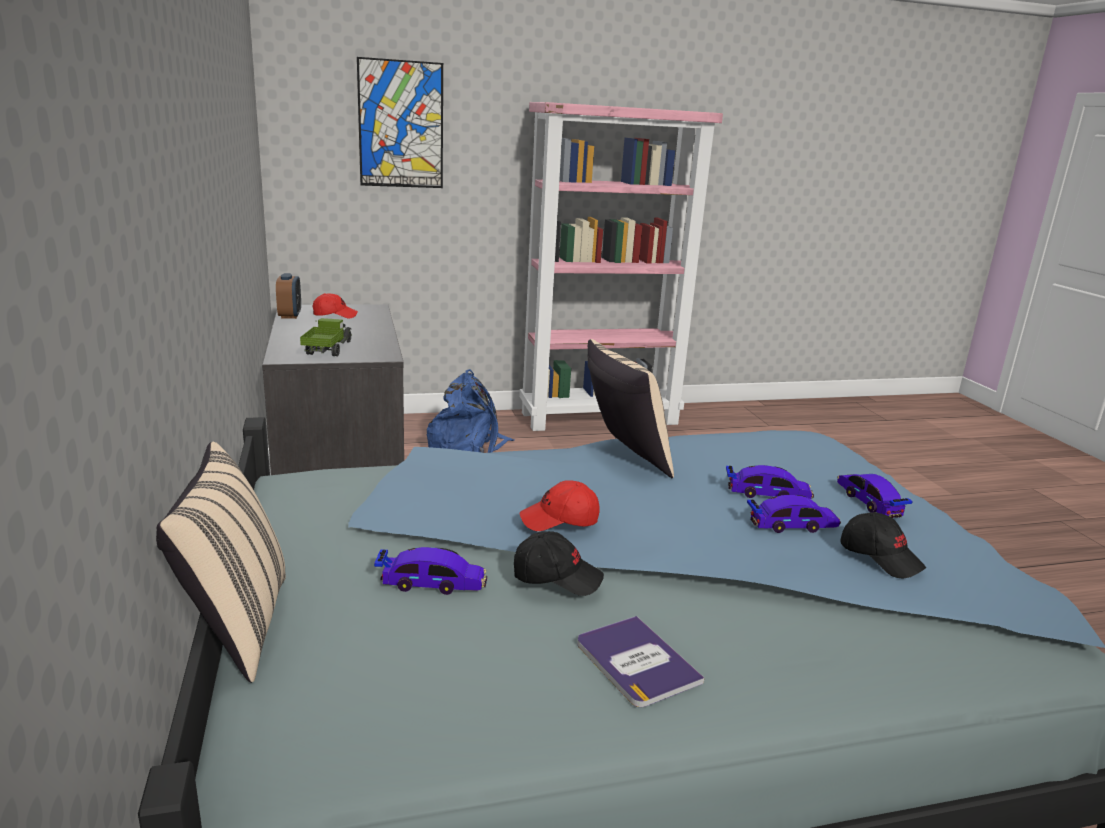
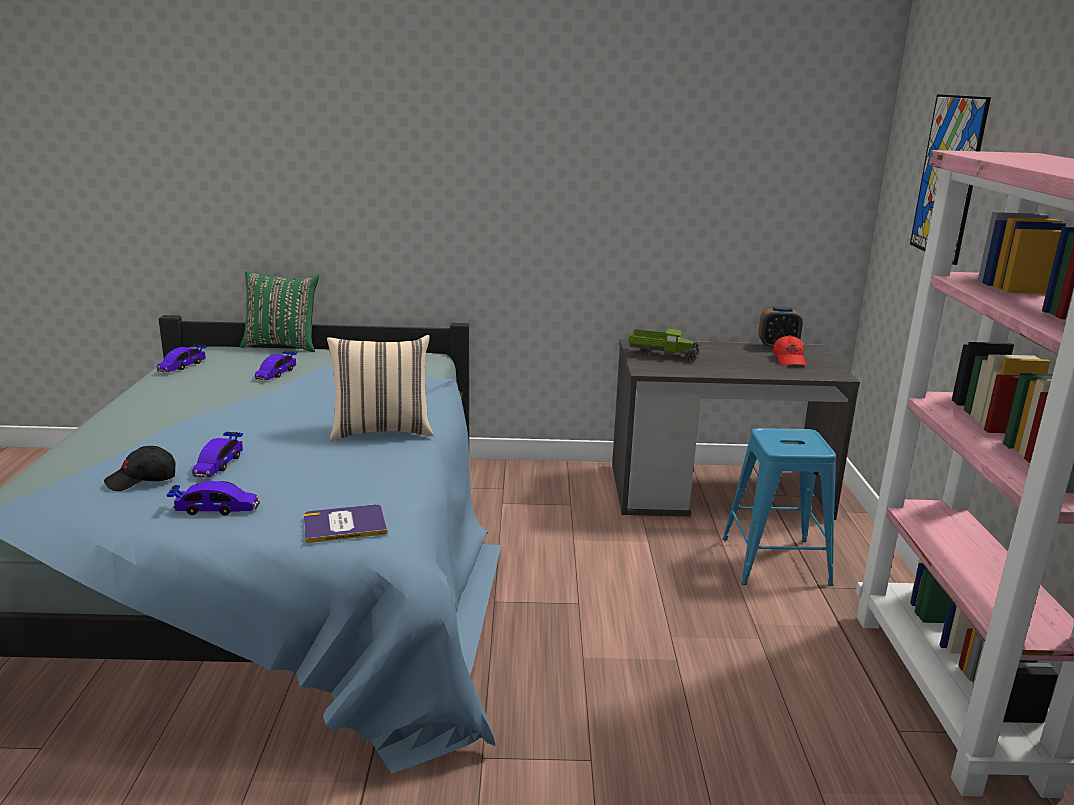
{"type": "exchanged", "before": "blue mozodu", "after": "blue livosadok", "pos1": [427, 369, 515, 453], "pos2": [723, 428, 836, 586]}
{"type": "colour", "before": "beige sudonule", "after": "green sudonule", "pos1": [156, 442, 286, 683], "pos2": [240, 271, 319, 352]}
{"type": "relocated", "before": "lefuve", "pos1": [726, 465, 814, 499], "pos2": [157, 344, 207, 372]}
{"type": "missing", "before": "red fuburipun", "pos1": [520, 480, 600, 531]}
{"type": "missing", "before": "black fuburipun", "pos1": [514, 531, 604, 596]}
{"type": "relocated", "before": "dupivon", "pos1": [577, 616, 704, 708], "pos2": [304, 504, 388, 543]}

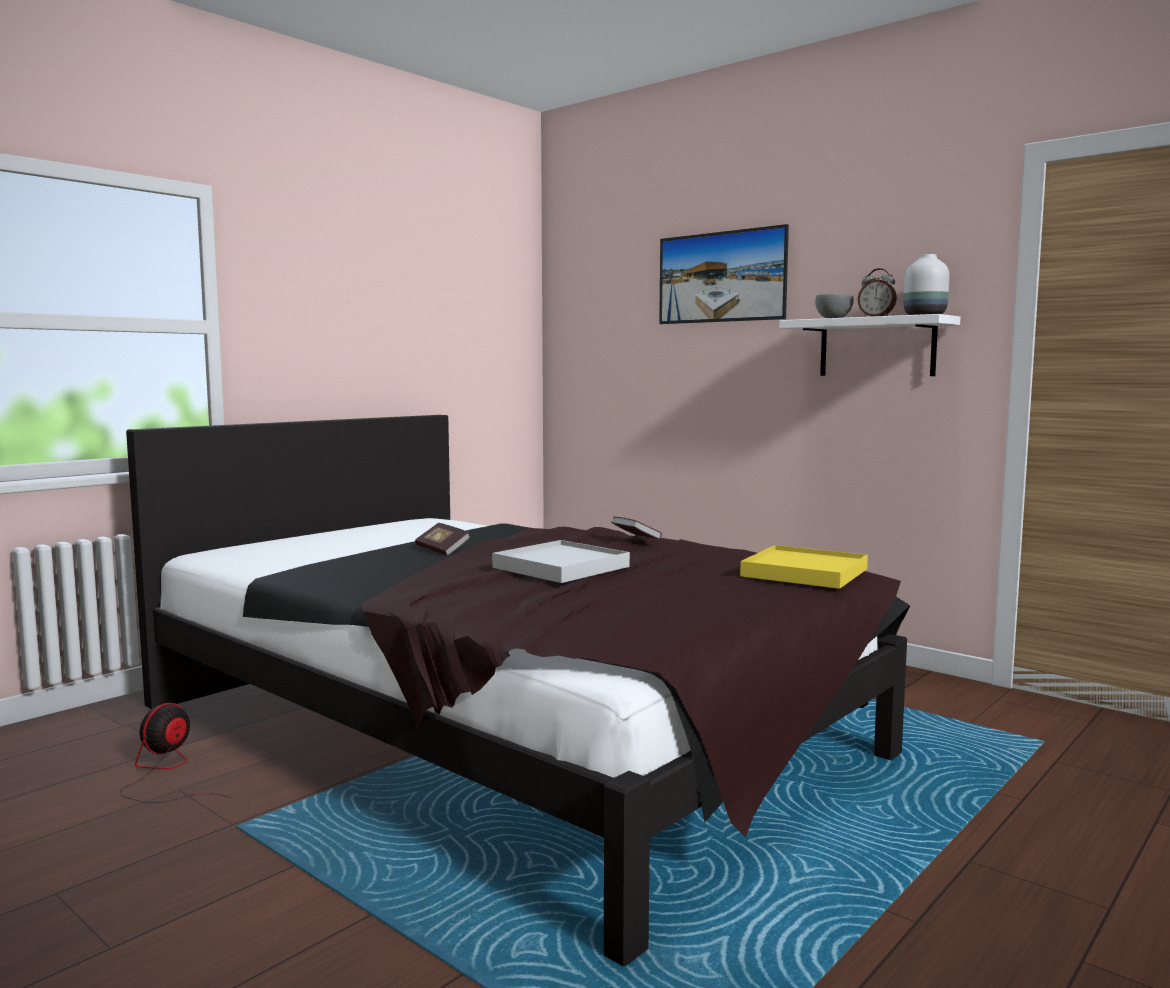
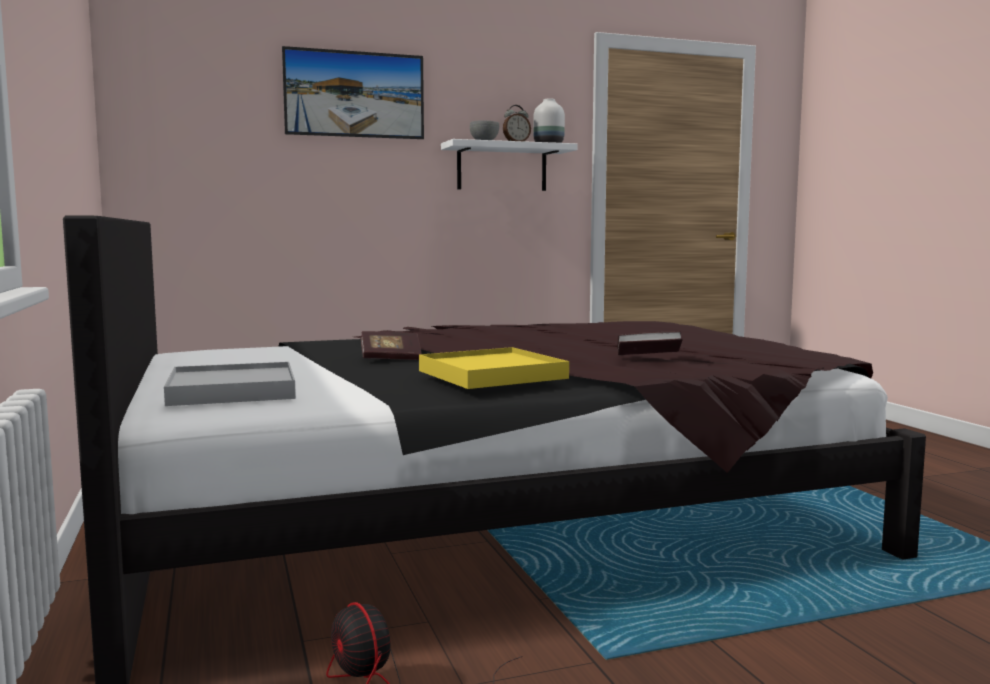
{"type": "relocated", "before": "dupivon", "pos1": [611, 517, 662, 539], "pos2": [617, 331, 683, 355]}
{"type": "relocated", "before": "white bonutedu", "pos1": [492, 540, 630, 583], "pos2": [164, 362, 296, 406]}
{"type": "relocated", "before": "yellow bonutedu", "pos1": [740, 545, 868, 589], "pos2": [419, 347, 569, 389]}

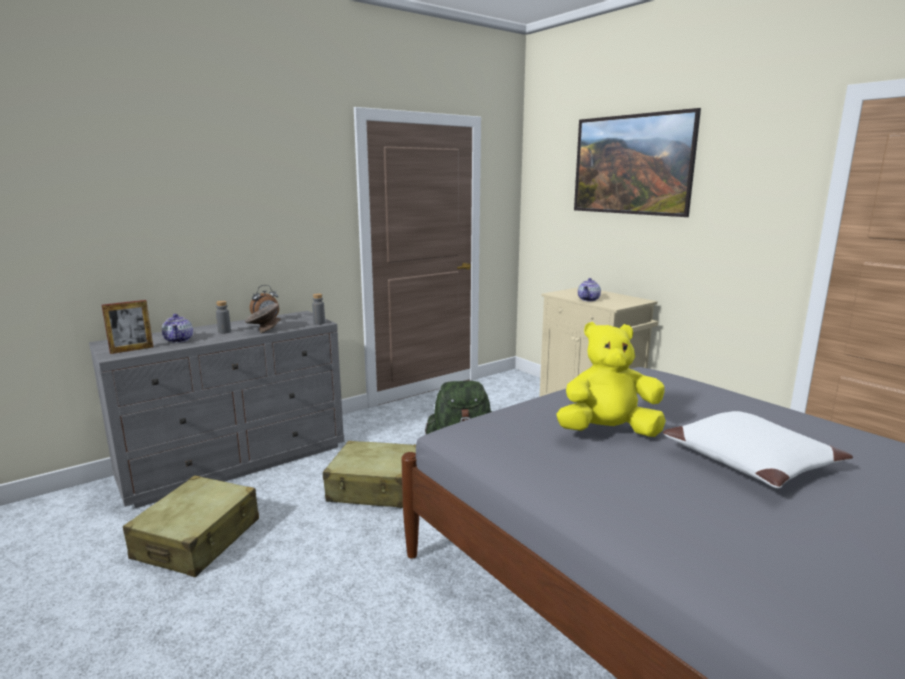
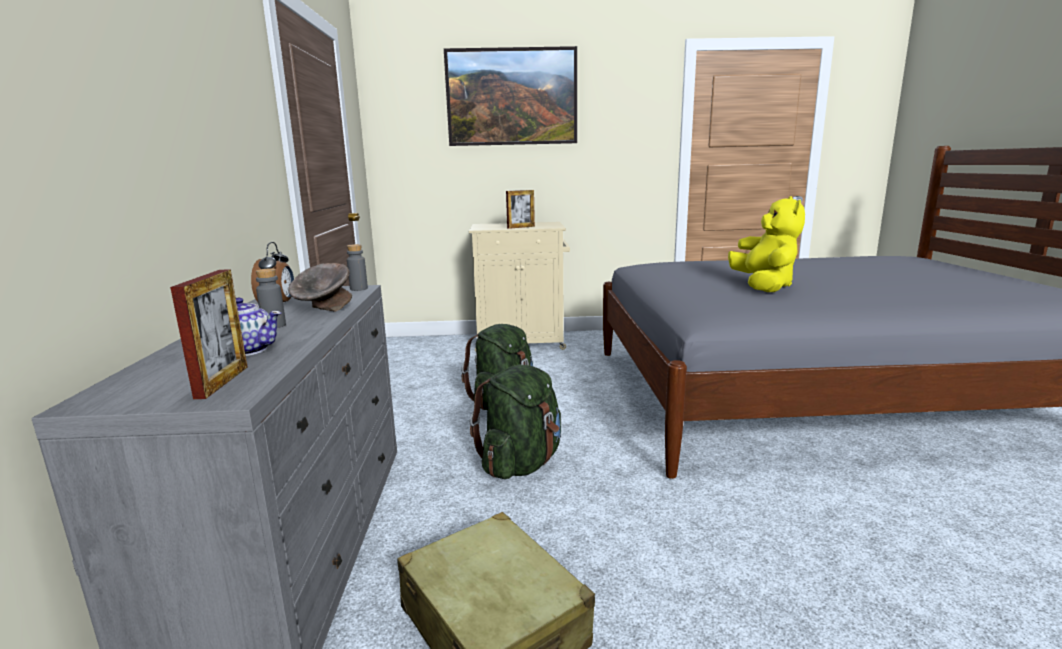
{"type": "exchanged", "before": "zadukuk", "after": "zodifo", "pos1": [578, 278, 601, 301], "pos2": [506, 190, 535, 229]}
{"type": "spun", "before": "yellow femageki", "pos1": [557, 322, 666, 437], "pos2": [728, 196, 805, 292], "turn": 150}
{"type": "missing", "before": "white sudonule", "pos1": [663, 411, 853, 489]}
{"type": "exchanged", "before": "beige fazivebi", "after": "green mozodu", "pos1": [323, 441, 416, 508], "pos2": [470, 365, 561, 479]}

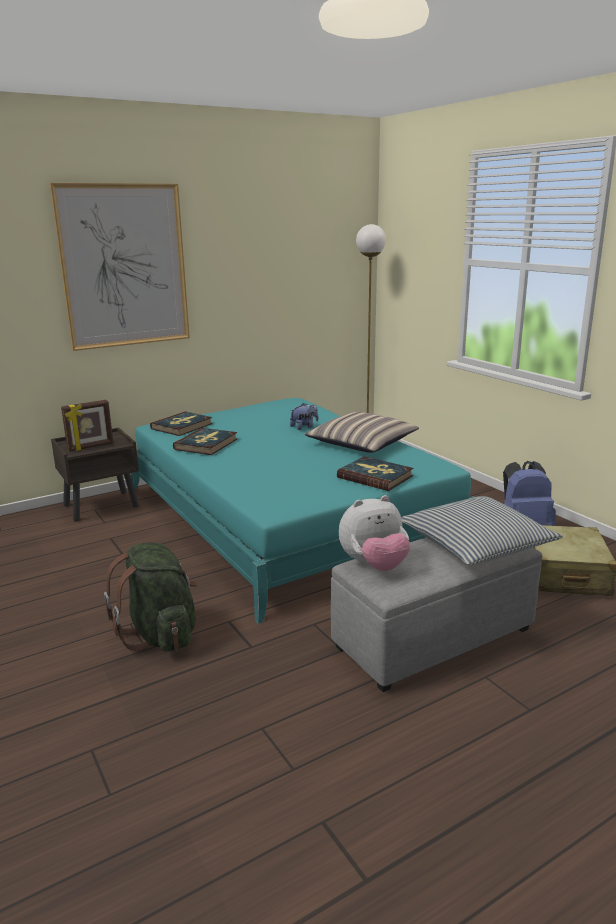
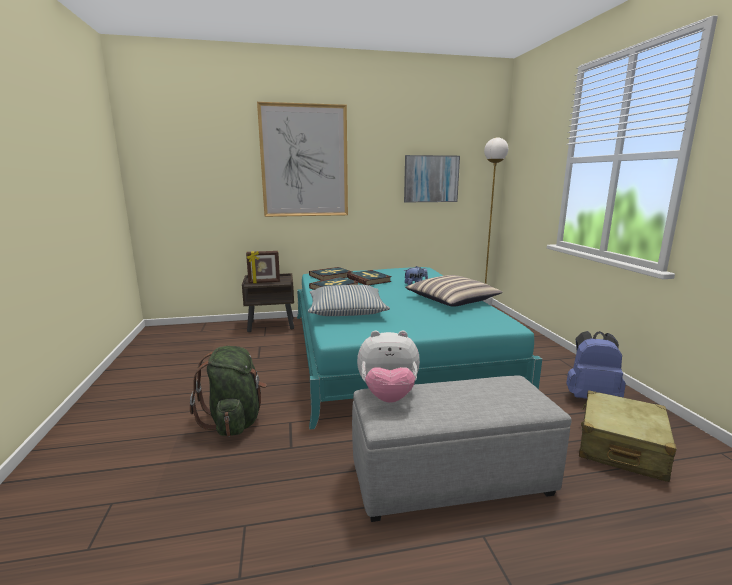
{"type": "relocated", "before": "dupivon", "pos1": [337, 456, 413, 491], "pos2": [347, 270, 392, 285]}
{"type": "relocated", "before": "sudonule", "pos1": [401, 496, 563, 565], "pos2": [308, 285, 390, 316]}
{"type": "appeared", "after": "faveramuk", "pos2": [404, 155, 460, 202]}

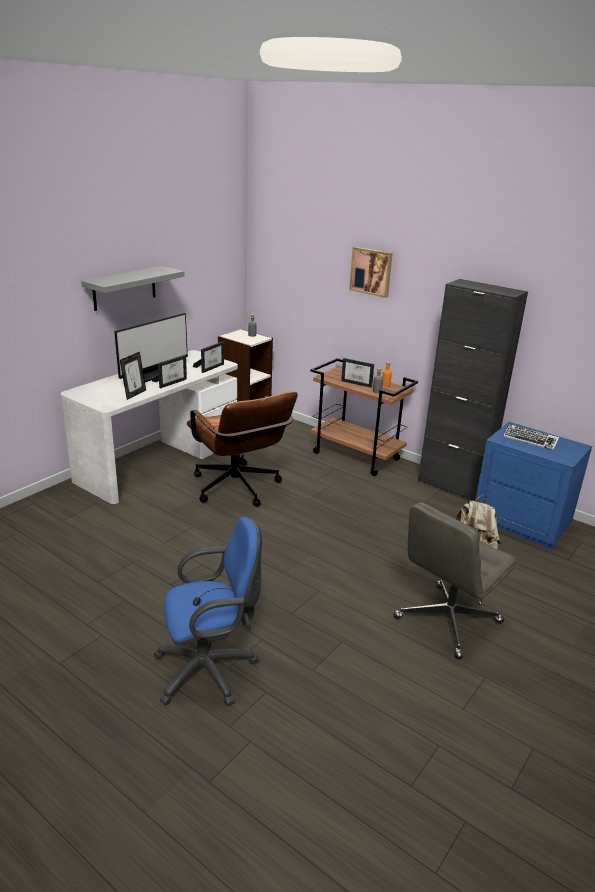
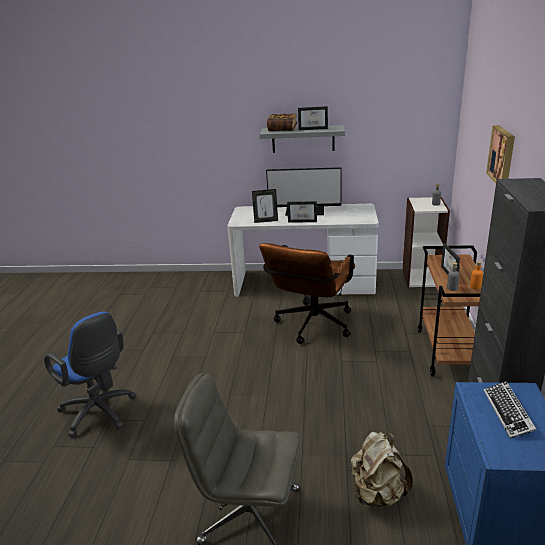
{"type": "relocated", "before": "zodifo", "pos1": [193, 341, 224, 373], "pos2": [298, 106, 328, 130]}
{"type": "appeared", "after": "dupivon", "pos2": [267, 114, 297, 131]}

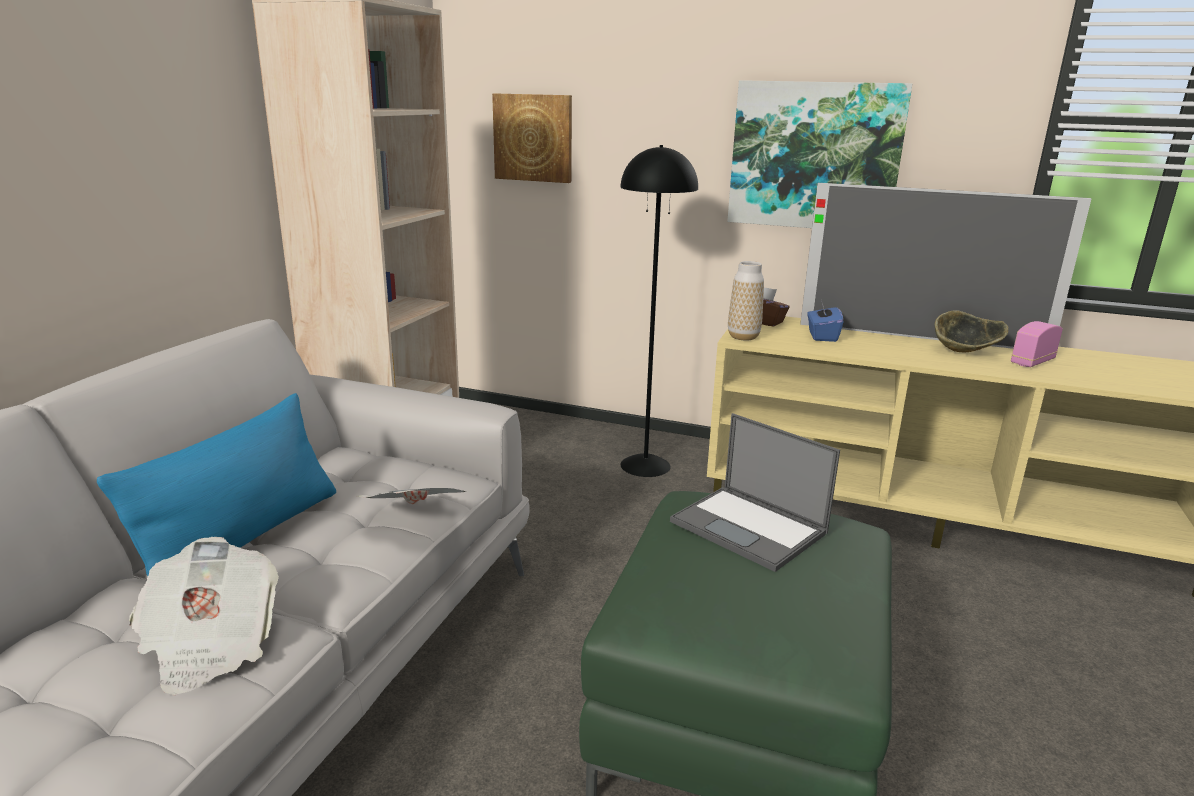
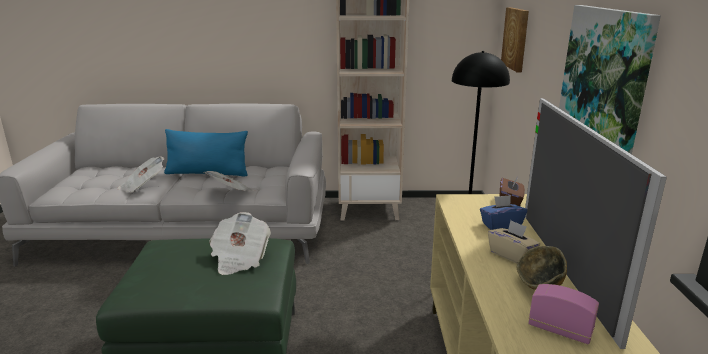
{"type": "missing", "before": "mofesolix", "pos1": [728, 261, 764, 340]}
{"type": "exchanged", "before": "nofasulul", "after": "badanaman", "pos1": [670, 413, 840, 572], "pos2": [209, 212, 271, 275]}
{"type": "appeared", "after": "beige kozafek", "pos2": [488, 220, 540, 264]}

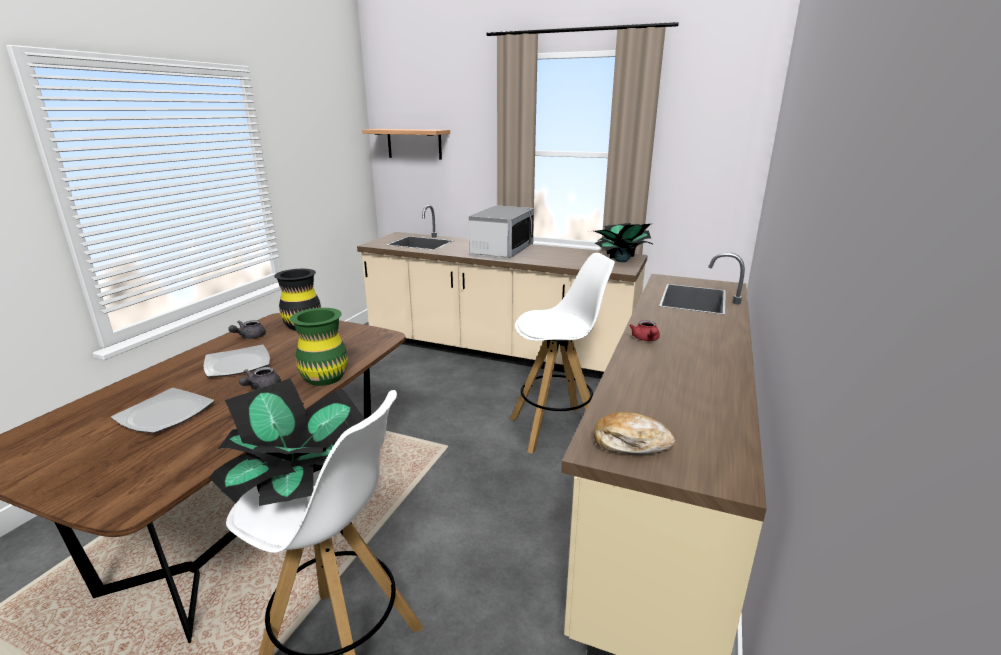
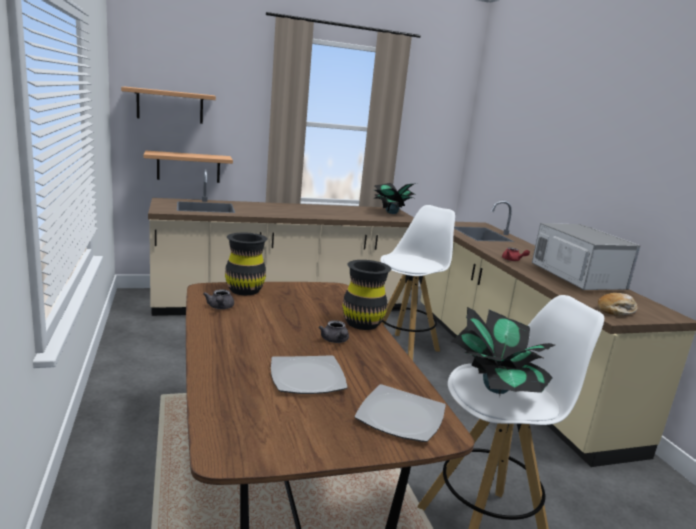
{"type": "relocated", "before": "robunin", "pos1": [468, 205, 534, 258], "pos2": [532, 223, 641, 290]}
{"type": "colour", "before": "green mofesolix", "after": "black mofesolix", "pos1": [290, 308, 348, 386], "pos2": [342, 260, 391, 330]}
{"type": "relocated", "before": "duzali", "pos1": [204, 344, 270, 377], "pos2": [355, 384, 446, 442]}
{"type": "appeared", "after": "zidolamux", "pos2": [144, 151, 233, 183]}

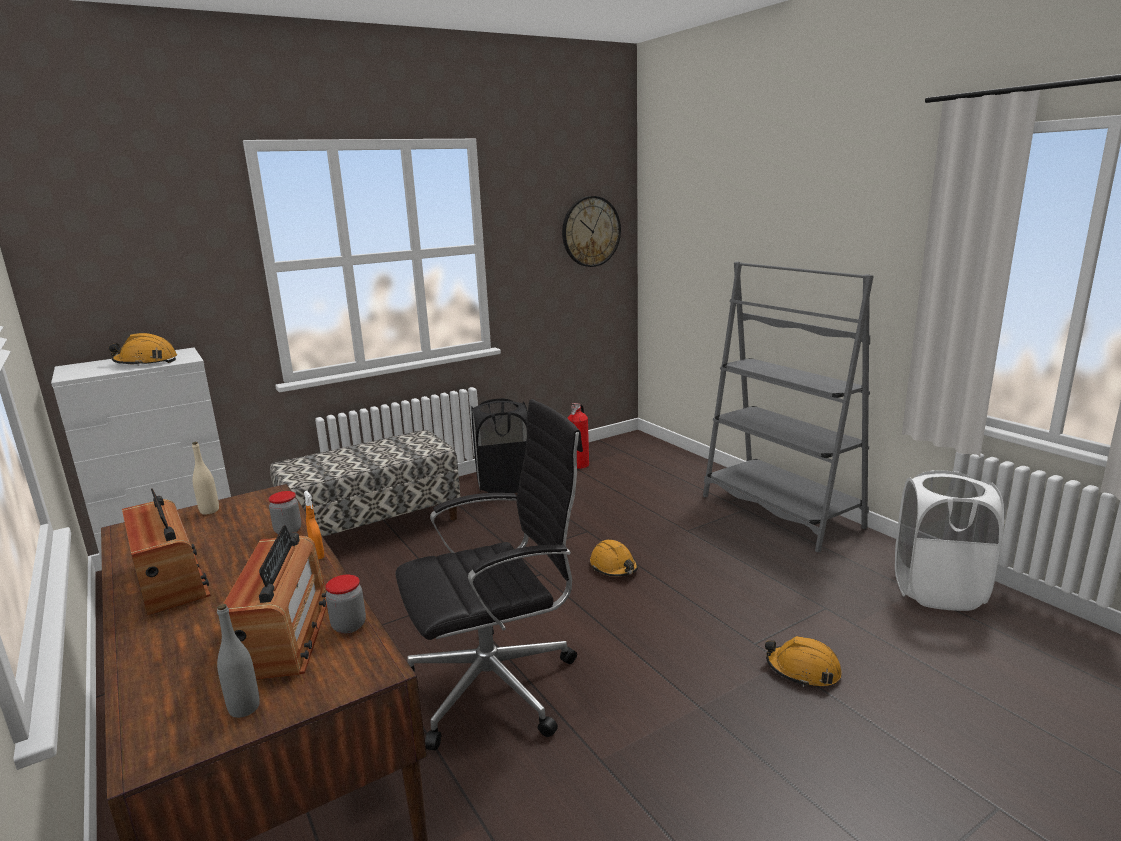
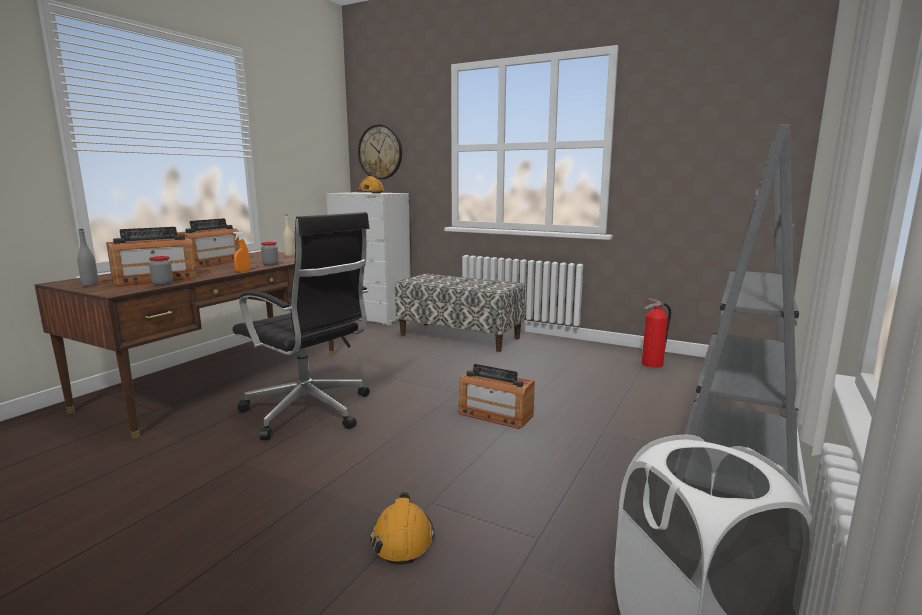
{"type": "relocated", "before": "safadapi", "pos1": [562, 196, 621, 267], "pos2": [358, 125, 402, 179]}
{"type": "missing", "before": "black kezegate", "pos1": [472, 398, 528, 493]}
{"type": "exchanged", "before": "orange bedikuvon", "after": "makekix", "pos1": [590, 540, 638, 576], "pos2": [458, 364, 535, 429]}

